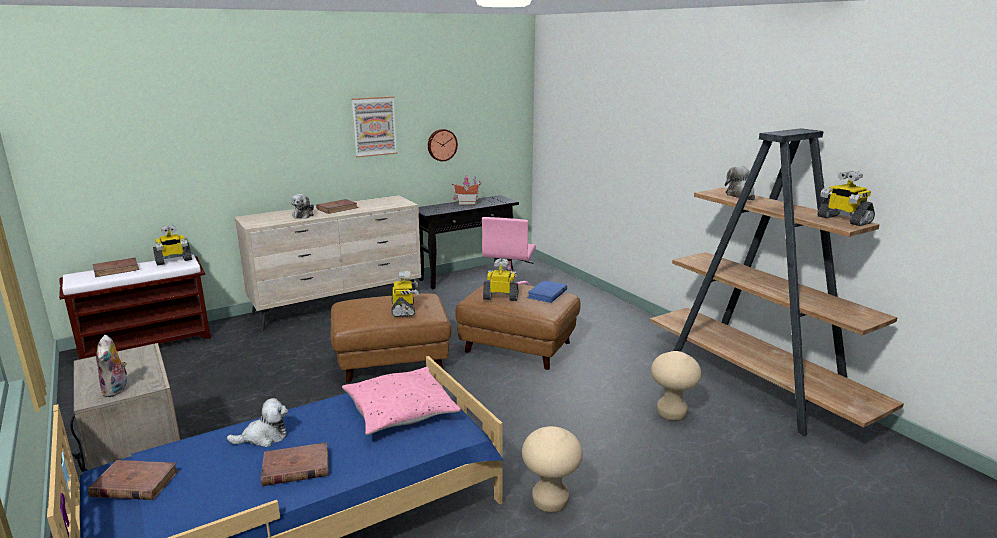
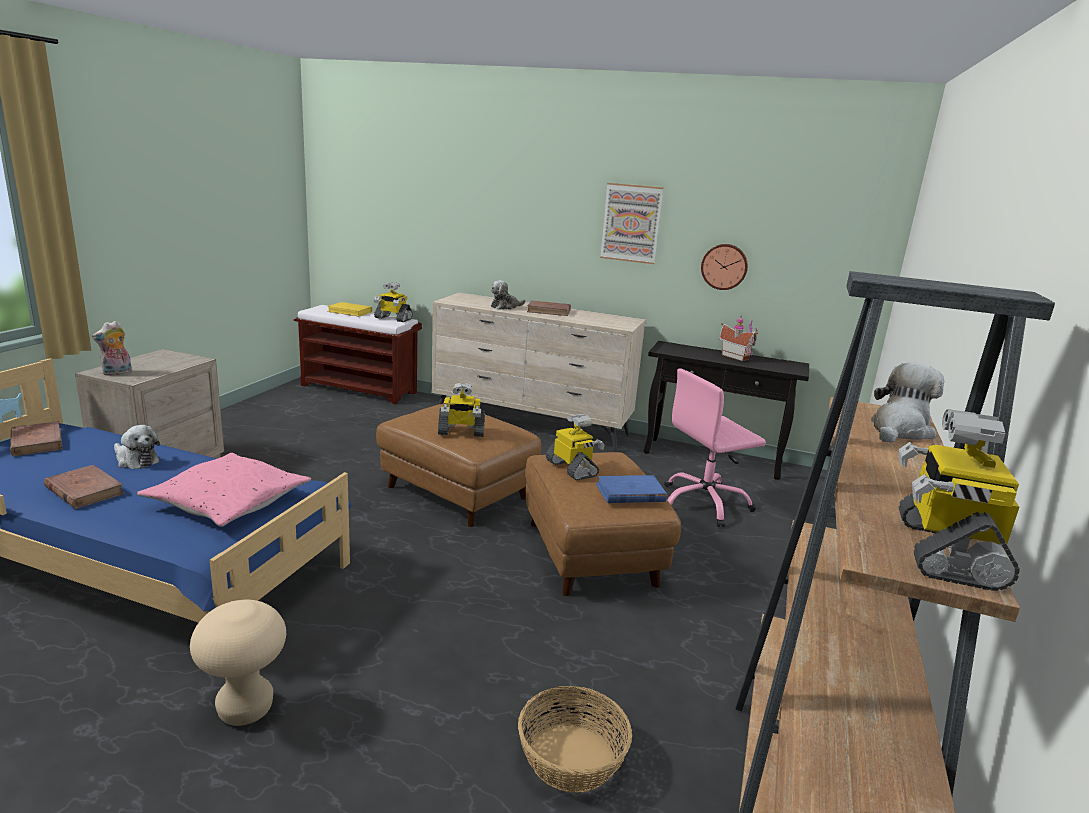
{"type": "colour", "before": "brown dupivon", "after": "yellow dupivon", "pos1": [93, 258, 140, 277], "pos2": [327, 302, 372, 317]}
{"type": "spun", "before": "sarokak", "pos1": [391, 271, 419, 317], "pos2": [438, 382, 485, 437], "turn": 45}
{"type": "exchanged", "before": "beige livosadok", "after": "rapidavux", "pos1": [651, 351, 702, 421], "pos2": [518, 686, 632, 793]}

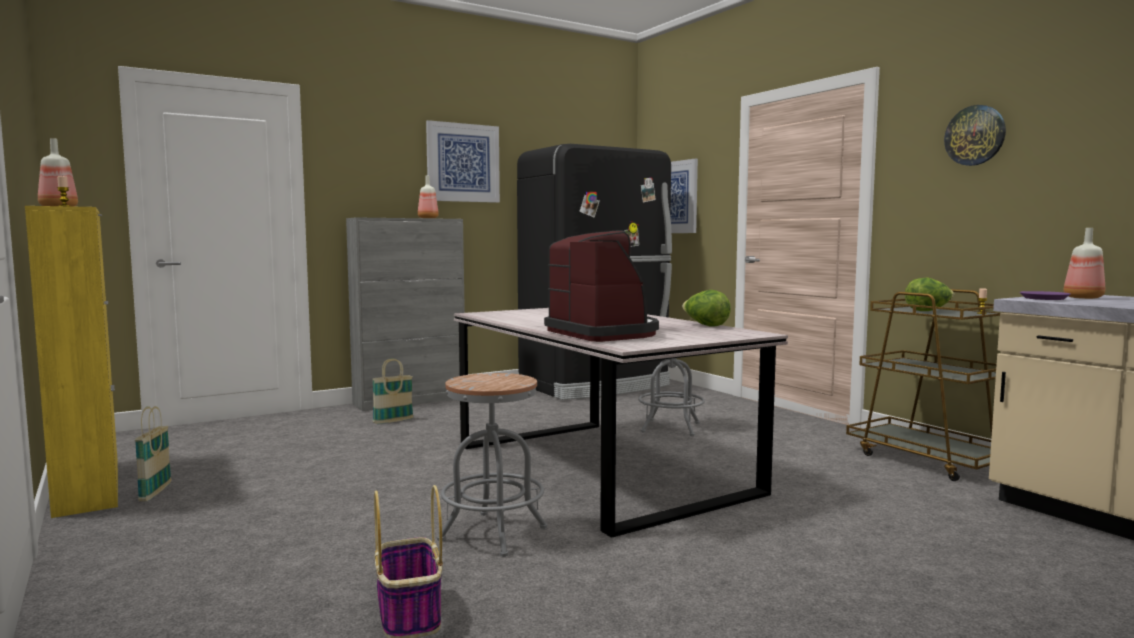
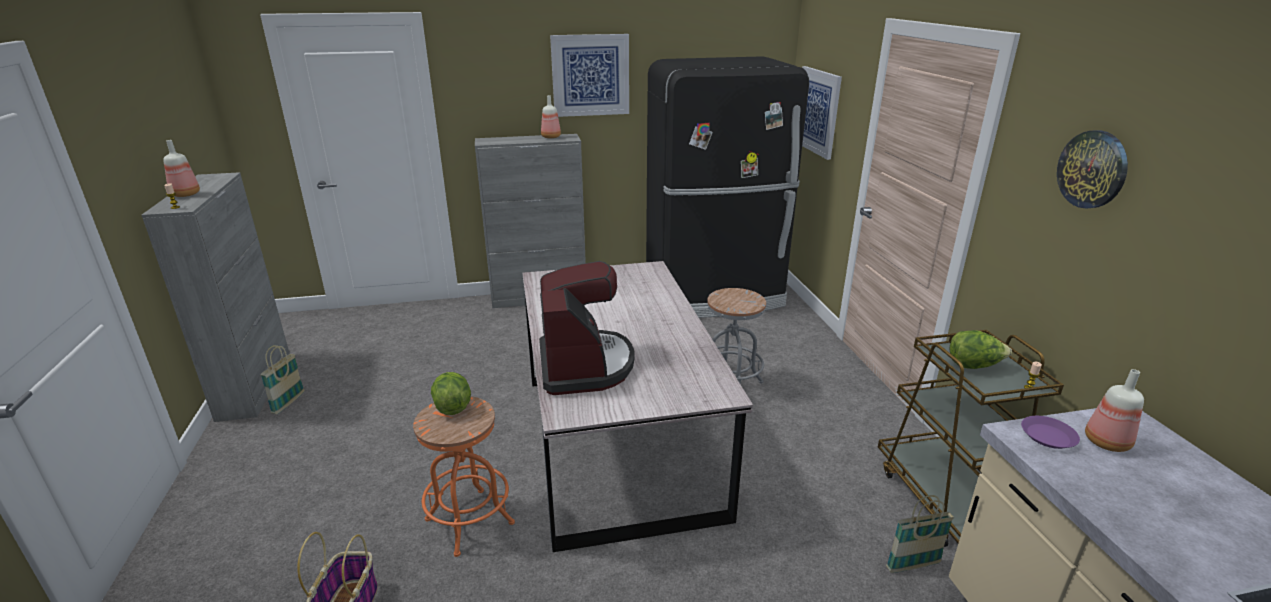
{"type": "colour", "before": "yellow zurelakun", "after": "grey zurelakun", "pos1": [25, 206, 118, 518], "pos2": [141, 172, 289, 422]}
{"type": "relocated", "before": "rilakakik", "pos1": [682, 290, 731, 327], "pos2": [431, 372, 471, 415]}
{"type": "relocated", "before": "rapidavux", "pos1": [372, 358, 414, 424], "pos2": [886, 495, 954, 573]}
{"type": "colour", "before": "grey livosadok", "after": "orange livosadok", "pos1": [437, 373, 547, 557], "pos2": [413, 397, 515, 557]}

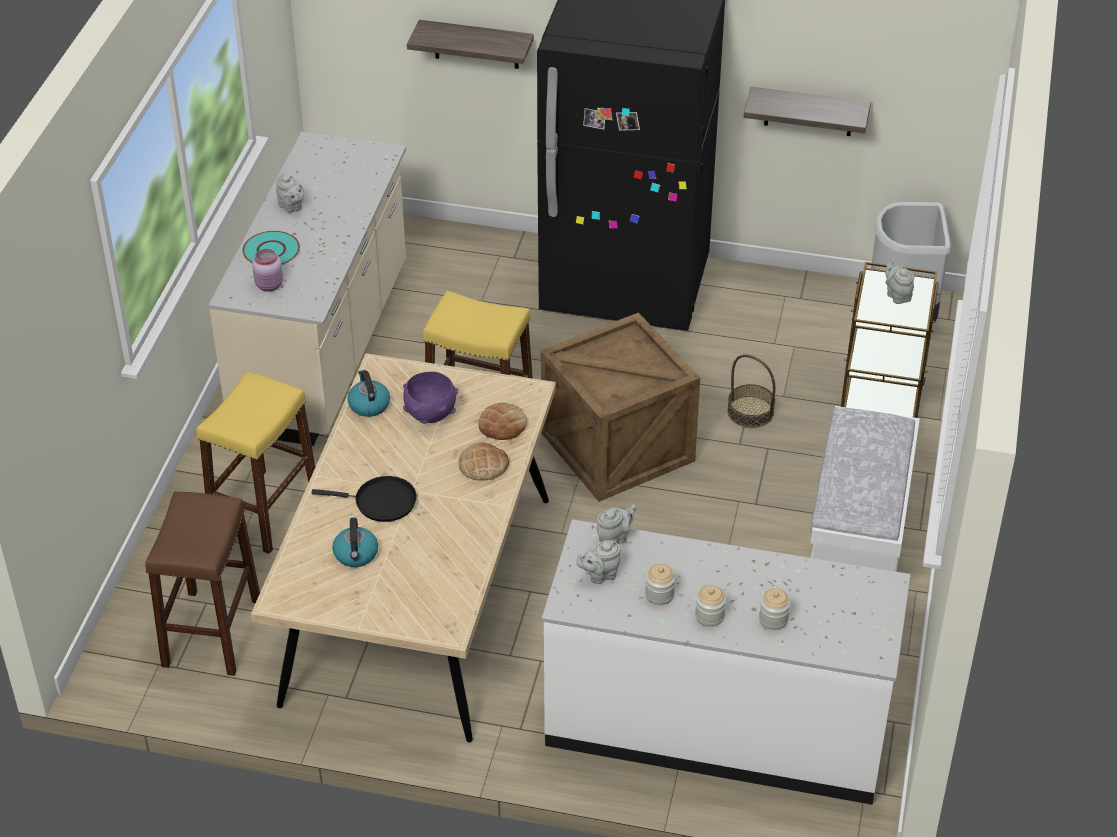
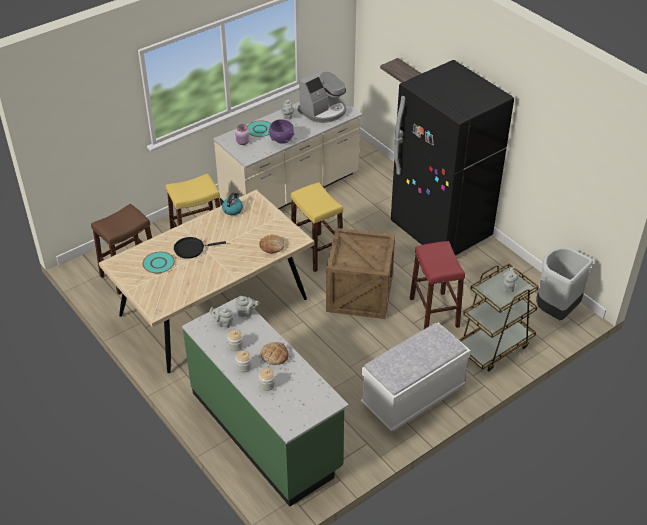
{"type": "missing", "before": "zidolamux", "pos1": [744, 87, 871, 136]}
{"type": "exchanged", "before": "rapidavux", "after": "red livosadok", "pos1": [727, 354, 775, 428], "pos2": [410, 241, 465, 329]}
{"type": "relocated", "before": "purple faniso", "pos1": [403, 372, 458, 424], "pos2": [268, 119, 294, 144]}
{"type": "relocated", "before": "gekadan", "pos1": [459, 442, 509, 480], "pos2": [261, 342, 289, 365]}
{"type": "spun", "before": "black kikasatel", "pos1": [312, 476, 417, 522], "pos2": [174, 237, 226, 259], "turn": 120}
{"type": "exchanged", "before": "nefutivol", "after": "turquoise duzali", "pos1": [332, 518, 378, 567], "pos2": [143, 252, 175, 273]}
{"type": "colour", "before": "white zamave", "after": "green zamave", "pos1": [542, 519, 911, 805], "pos2": [182, 296, 349, 507]}
{"type": "appeared", "after": "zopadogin", "pos2": [298, 67, 347, 123]}

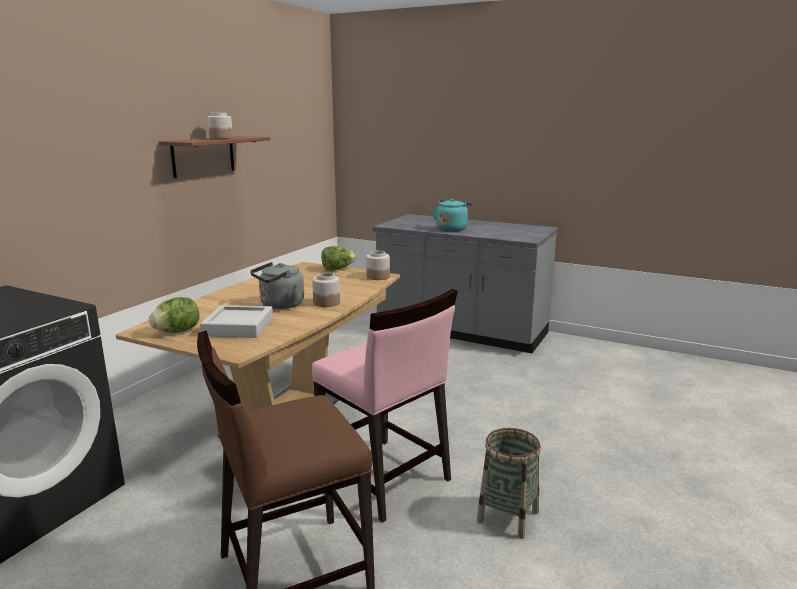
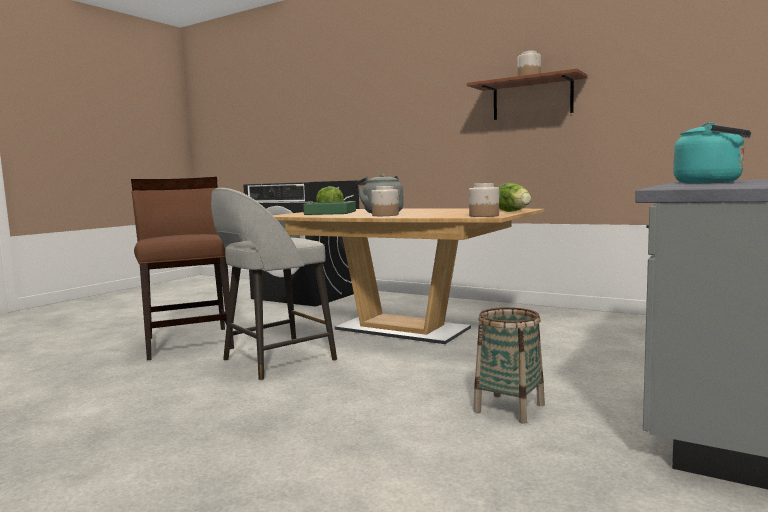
{"type": "exchanged", "before": "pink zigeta", "after": "grey livosadok", "pos1": [312, 289, 458, 523], "pos2": [211, 188, 337, 380]}
{"type": "colour", "before": "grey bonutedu", "after": "green bonutedu", "pos1": [200, 305, 273, 338], "pos2": [303, 201, 356, 215]}
{"type": "relocated", "before": "rapidavux", "pos1": [477, 428, 541, 539], "pos2": [473, 307, 545, 424]}

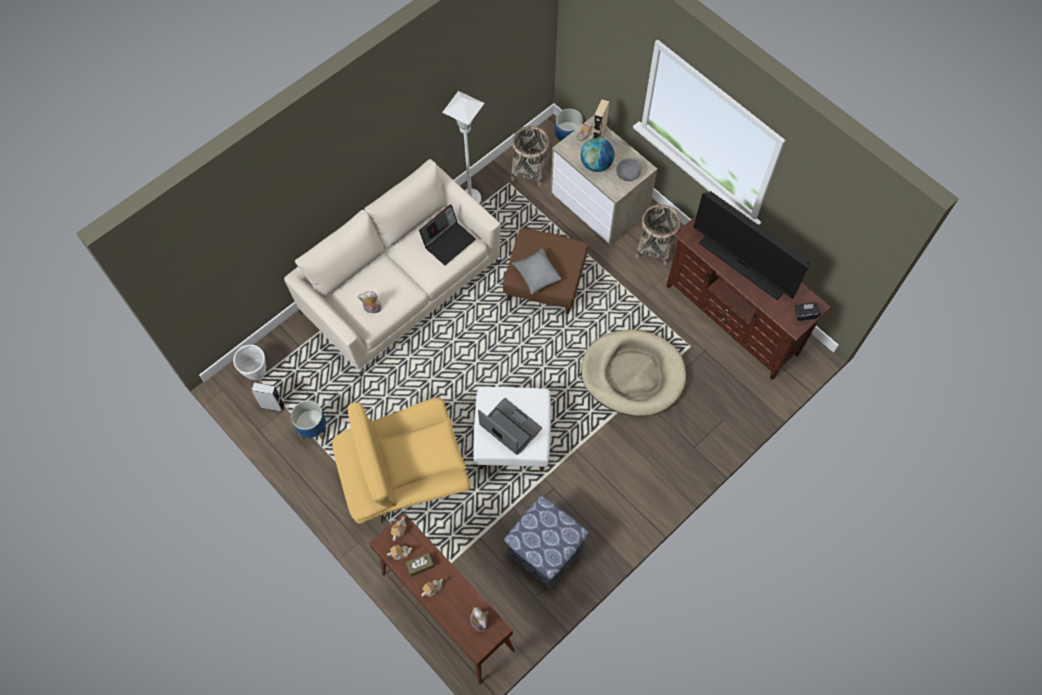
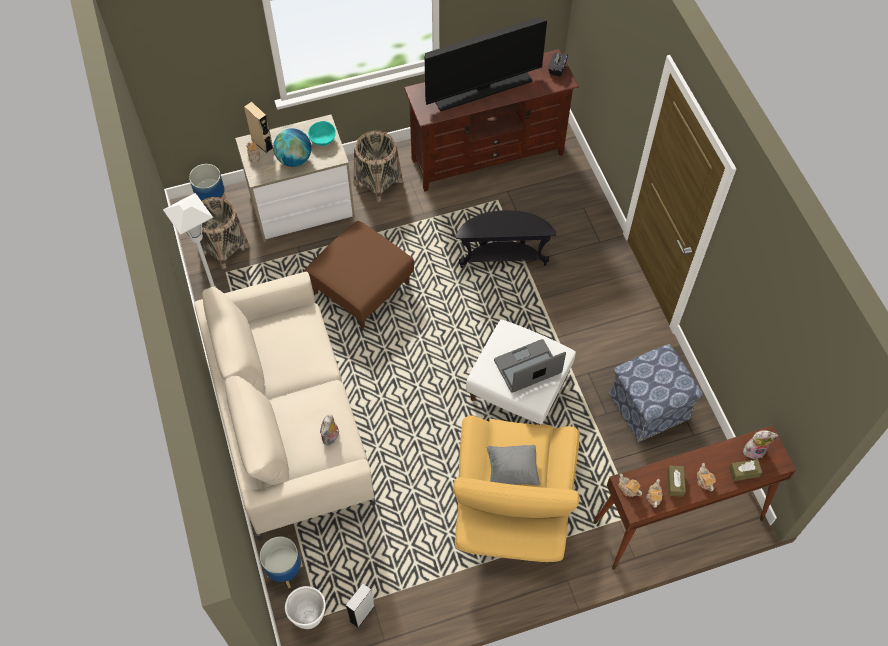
{"type": "colour", "before": "grey faniso", "after": "turquoise faniso", "pos1": [616, 158, 642, 181], "pos2": [308, 121, 336, 146]}
{"type": "missing", "before": "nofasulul", "pos1": [419, 204, 476, 265]}
{"type": "relocated", "before": "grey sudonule", "pos1": [512, 248, 561, 294], "pos2": [487, 445, 541, 486]}
{"type": "exchanged", "before": "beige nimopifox", "after": "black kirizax", "pos1": [581, 330, 686, 416], "pos2": [456, 210, 556, 268]}
{"type": "relocated", "before": "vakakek", "pos1": [291, 401, 326, 441], "pos2": [260, 536, 303, 588]}
{"type": "appeared", "after": "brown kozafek", "pos2": [729, 459, 762, 481]}

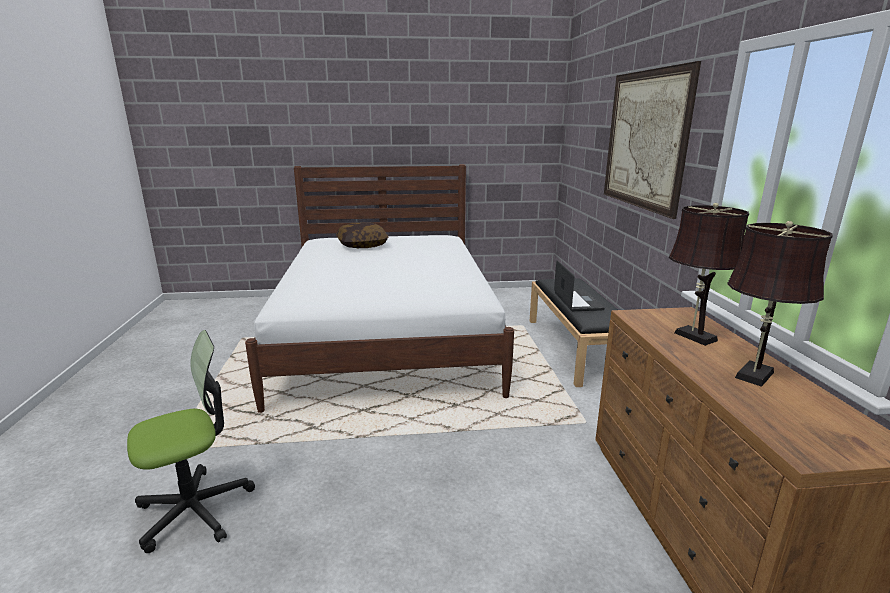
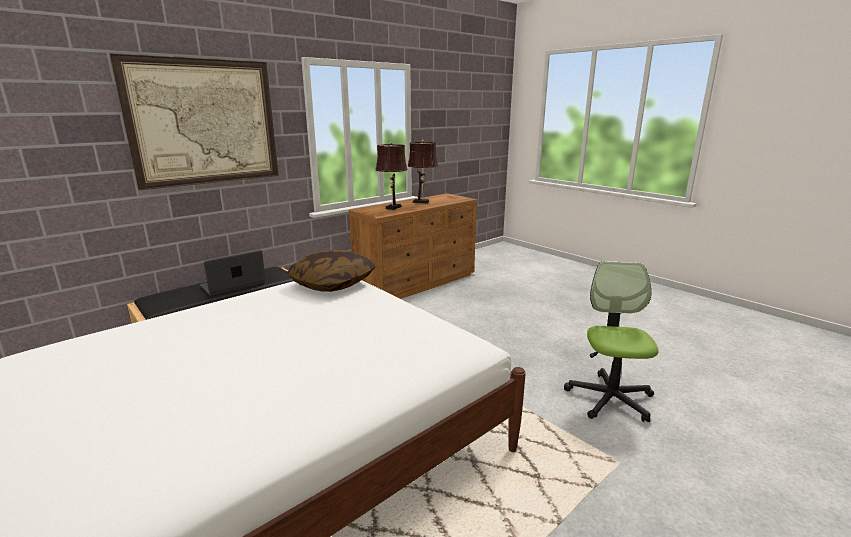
{"type": "relocated", "before": "sudonule", "pos1": [336, 222, 388, 248], "pos2": [287, 250, 376, 292]}
{"type": "spun", "before": "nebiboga", "pos1": [127, 330, 255, 553], "pos2": [564, 261, 659, 422], "turn": 75}

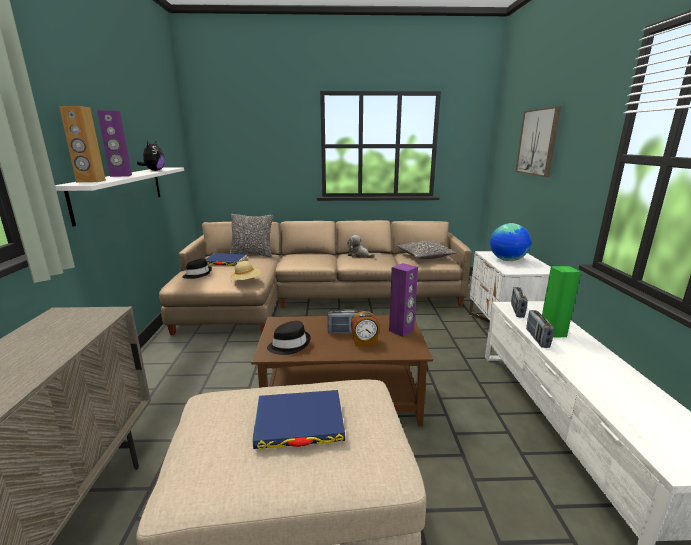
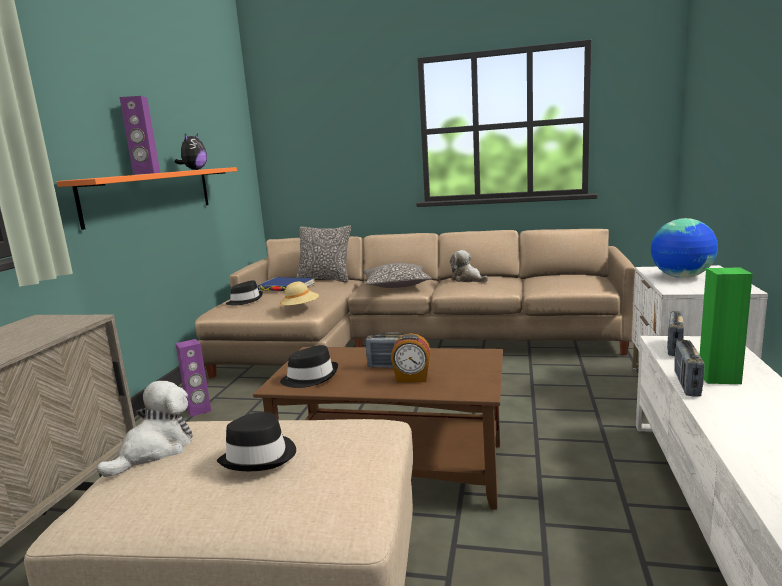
{"type": "missing", "before": "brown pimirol", "pos1": [59, 106, 106, 183]}
{"type": "missing", "before": "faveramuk", "pos1": [515, 106, 561, 177]}
{"type": "colour", "before": "white zidolamux", "after": "orange zidolamux", "pos1": [55, 168, 184, 226], "pos2": [57, 167, 237, 230]}
{"type": "relocated", "before": "sudonule", "pos1": [397, 241, 456, 259], "pos2": [364, 263, 432, 288]}
{"type": "relocated", "before": "purple pimirol", "pos1": [389, 263, 418, 337], "pos2": [175, 339, 211, 417]}
{"type": "exchanged", "before": "blue dupivon", "after": "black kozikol", "pos1": [252, 390, 345, 450], "pos2": [217, 412, 296, 471]}
{"type": "appeared", "after": "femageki", "pos2": [97, 381, 193, 477]}

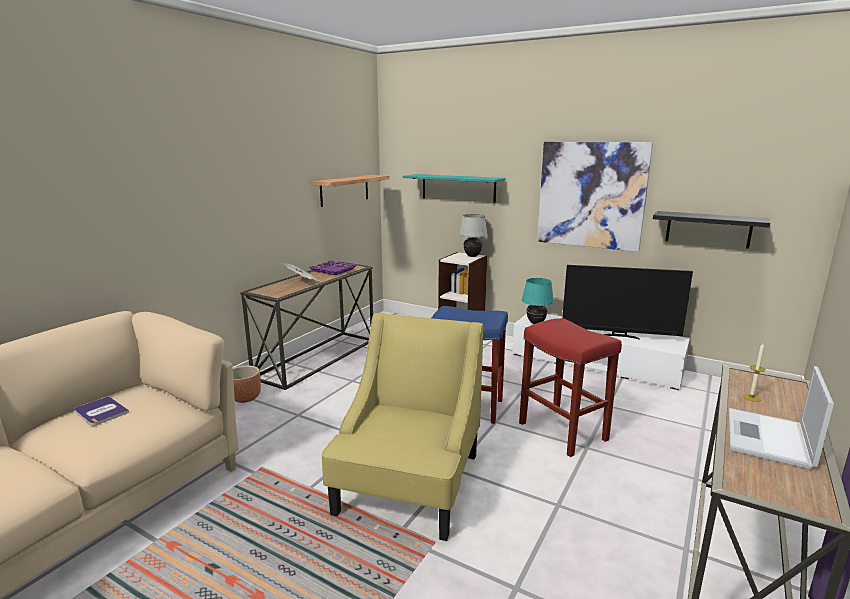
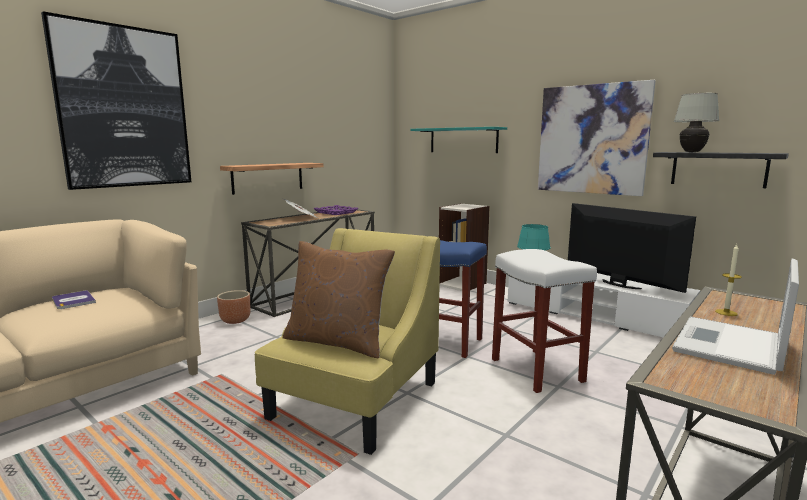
{"type": "relocated", "before": "zidolamux", "pos1": [313, 175, 389, 207], "pos2": [220, 163, 323, 195]}
{"type": "relocated", "before": "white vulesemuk", "pos1": [459, 214, 488, 257], "pos2": [674, 93, 719, 152]}
{"type": "spun", "before": "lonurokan", "pos1": [562, 265, 693, 340], "pos2": [568, 203, 696, 293], "turn": -150}
{"type": "colour", "before": "red livosadok", "after": "white livosadok", "pos1": [519, 318, 622, 457], "pos2": [492, 249, 597, 393]}
{"type": "appeared", "after": "faveramuk", "pos2": [41, 11, 191, 190]}
{"type": "appeared", "after": "brown sudonule", "pos2": [283, 241, 395, 358]}

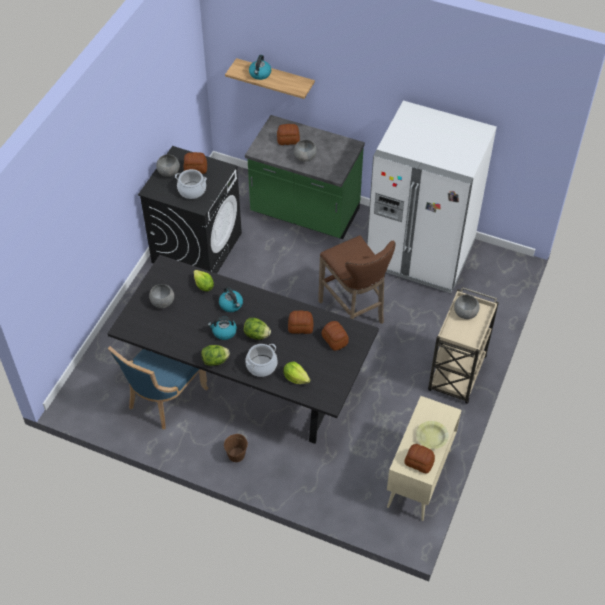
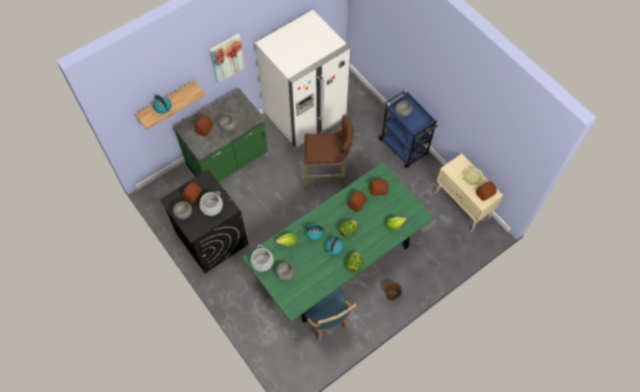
{"type": "colour", "before": "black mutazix", "after": "green mutazix", "pos1": [108, 255, 379, 444], "pos2": [242, 162, 434, 323]}
{"type": "colour", "before": "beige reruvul", "after": "blue reruvul", "pos1": [428, 287, 499, 404], "pos2": [379, 91, 438, 168]}
{"type": "relocated", "before": "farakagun", "pos1": [245, 344, 277, 377], "pos2": [250, 245, 274, 272]}
{"type": "appeared", "after": "faveramuk", "pos2": [210, 33, 245, 83]}

